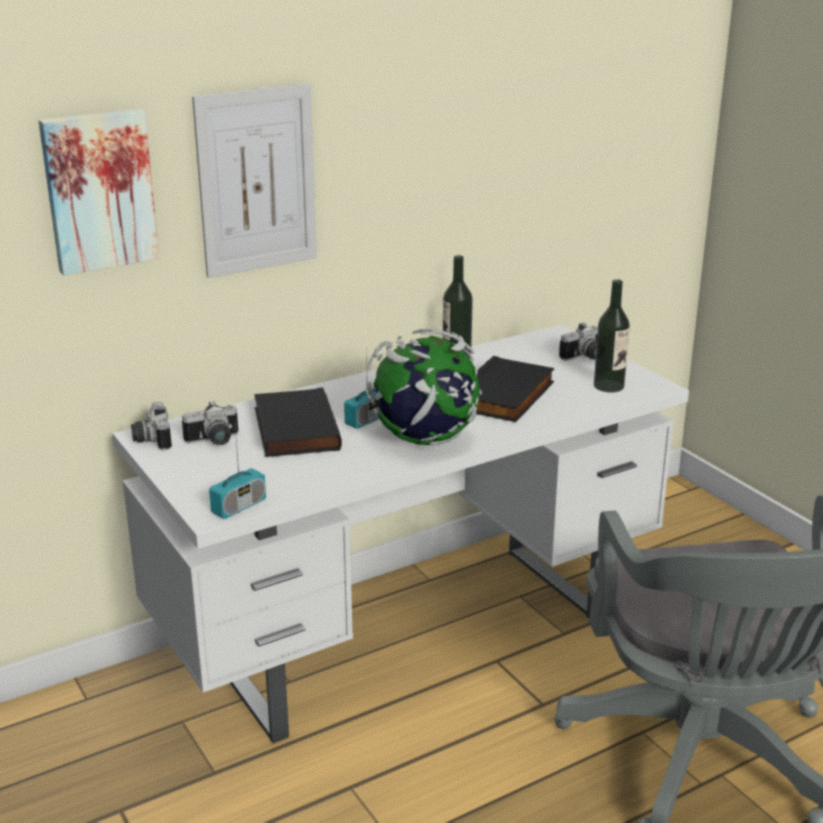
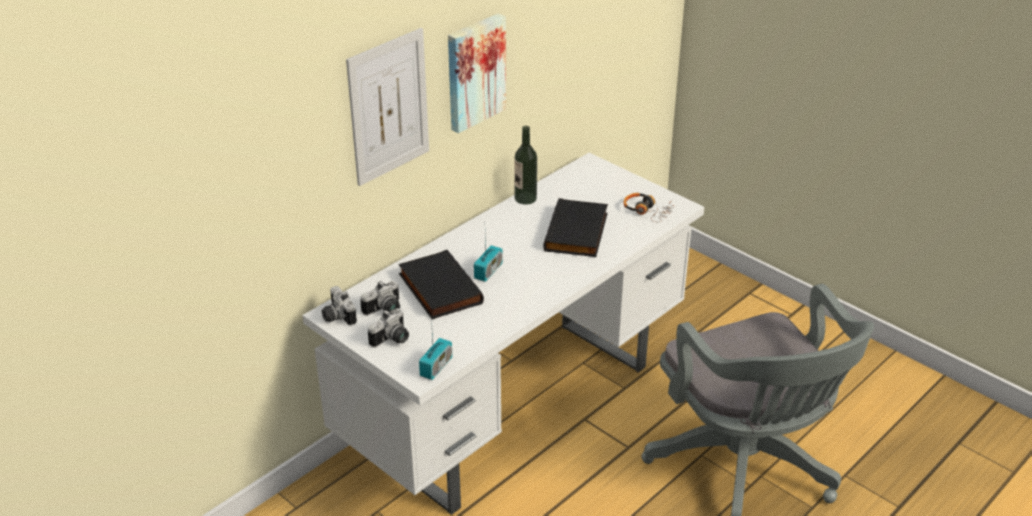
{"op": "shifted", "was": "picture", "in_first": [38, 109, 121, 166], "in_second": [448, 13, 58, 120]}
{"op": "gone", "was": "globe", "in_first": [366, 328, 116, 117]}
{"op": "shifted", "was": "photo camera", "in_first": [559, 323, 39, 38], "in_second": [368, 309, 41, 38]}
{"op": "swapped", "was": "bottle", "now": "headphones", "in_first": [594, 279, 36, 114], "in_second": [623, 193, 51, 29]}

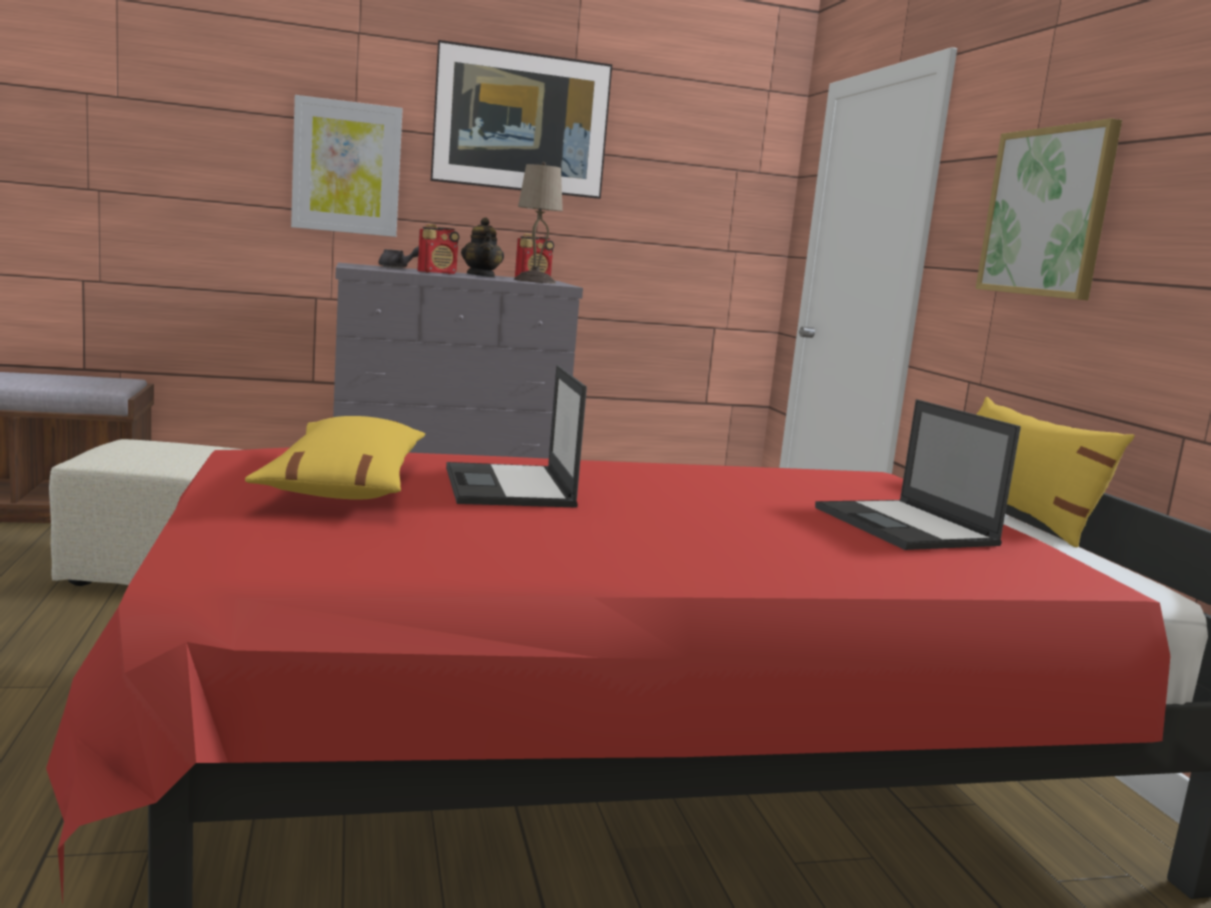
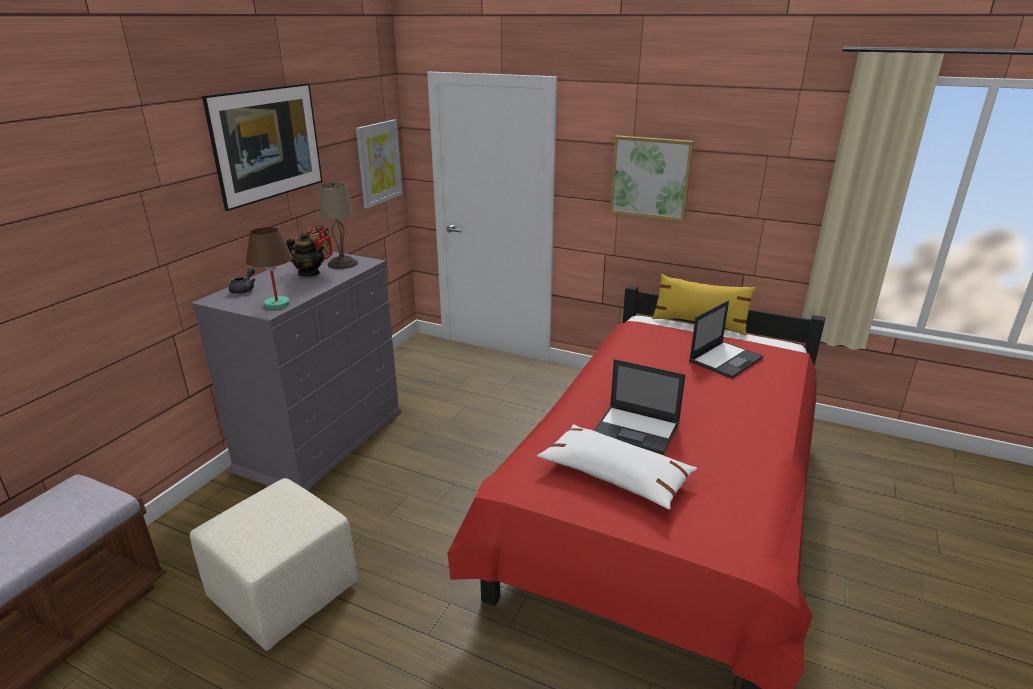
{"op": "repainted", "was": "pillow (yellow)", "now": "pillow (white)", "in_first": [245, 416, 180, 84], "in_second": [537, 425, 160, 84]}
{"op": "shifted", "was": "picture", "in_first": [291, 95, 112, 142], "in_second": [356, 120, 47, 88]}
{"op": "gone", "was": "radio", "in_first": [417, 224, 42, 50]}
{"op": "rotated", "was": "laptop", "in_first": [815, 399, 206, 151], "in_second": [689, 300, 74, 78], "clockwise": -60}
{"op": "new", "now": "table lamp (brown)", "in_second": [246, 227, 47, 82]}

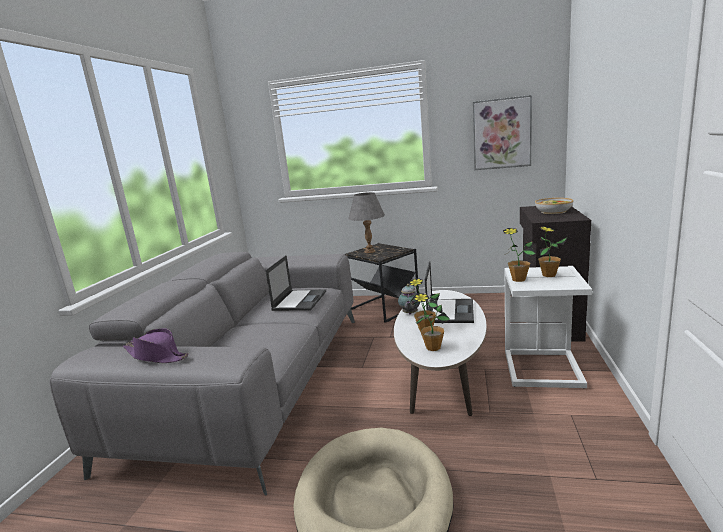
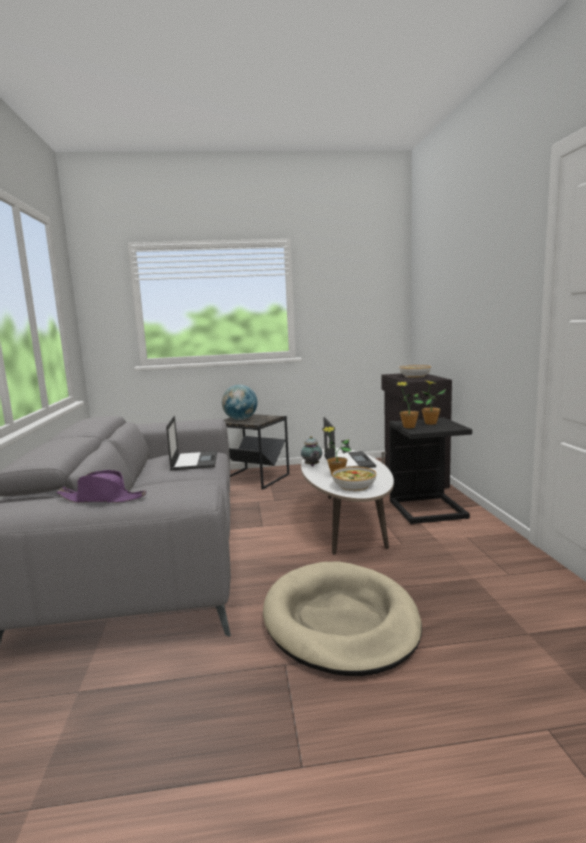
{"op": "swapped", "was": "table lamp (grey)", "now": "globe", "in_first": [348, 192, 37, 61], "in_second": [222, 385, 35, 35]}
{"op": "swapped", "was": "potted plant", "now": "bowl", "in_first": [413, 293, 37, 58], "in_second": [332, 467, 44, 24]}
{"op": "gone", "was": "picture", "in_first": [473, 95, 59, 75]}
{"op": "repainted", "was": "side table (white)", "now": "side table (black)", "in_first": [505, 266, 87, 123], "in_second": [389, 417, 83, 107]}

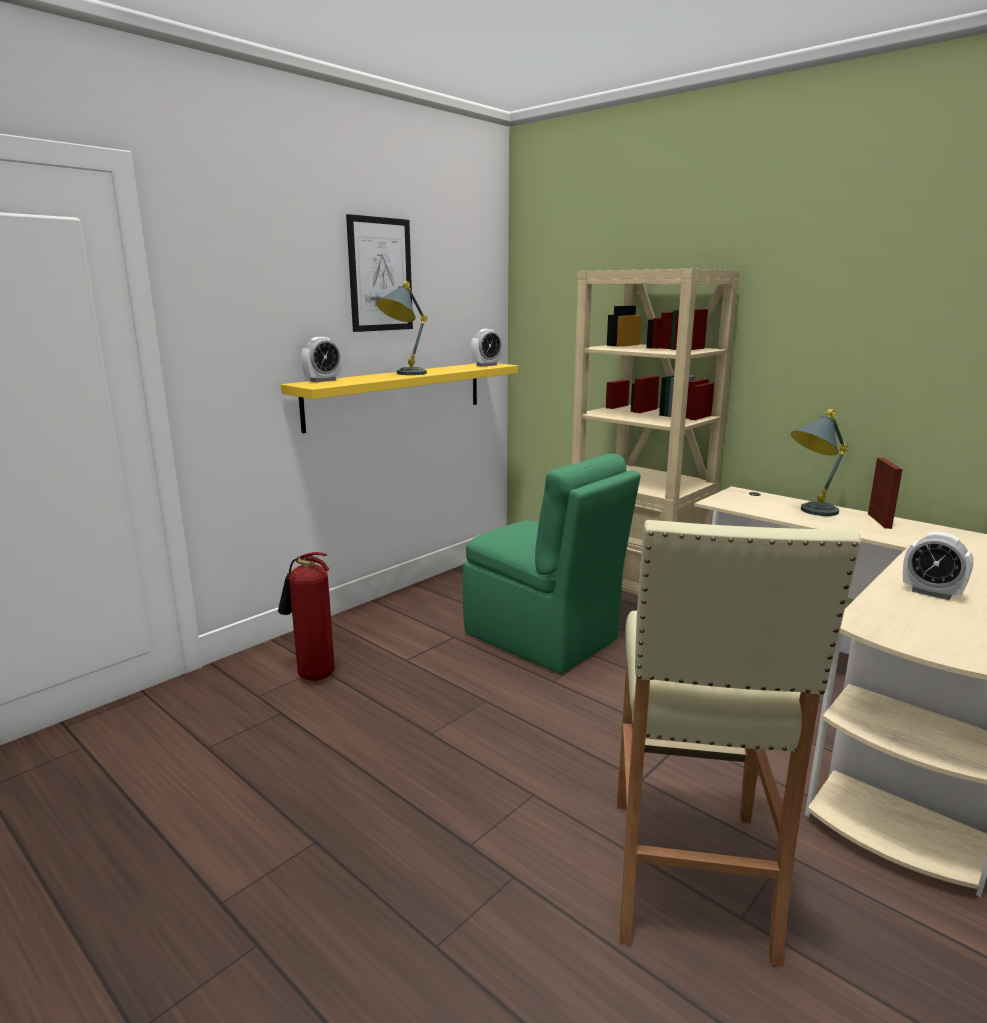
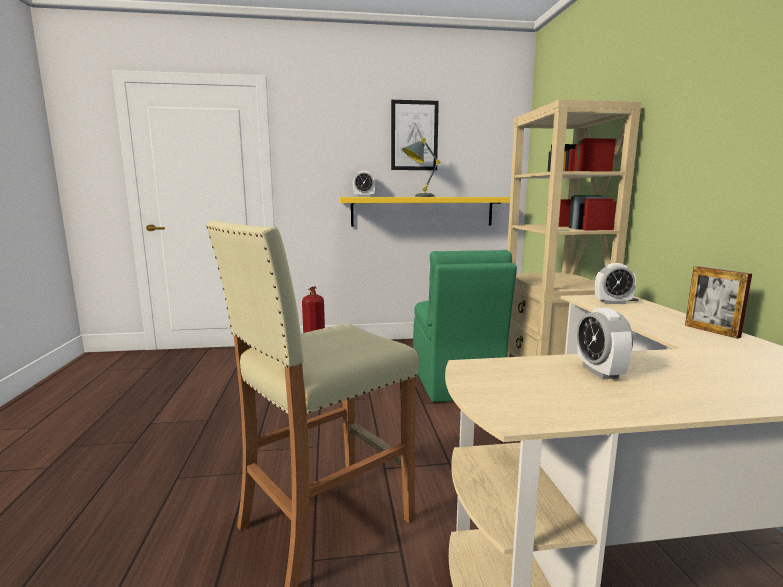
{"op": "shifted", "was": "alarm clock", "in_first": [471, 329, 31, 38], "in_second": [595, 263, 41, 41]}
{"op": "gone", "was": "table lamp (grey)", "in_first": [791, 409, 58, 107]}
{"op": "rotated", "was": "picture frame", "in_first": [868, 458, 35, 71], "in_second": [685, 266, 67, 73], "clockwise": 105}

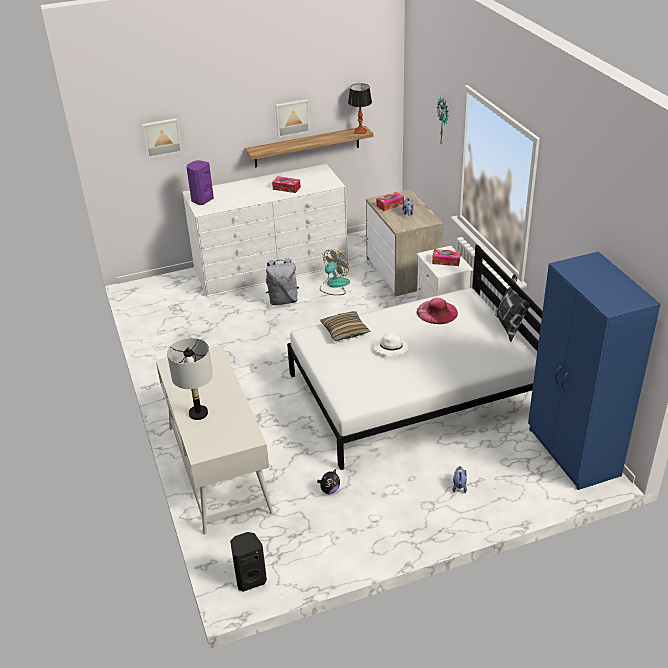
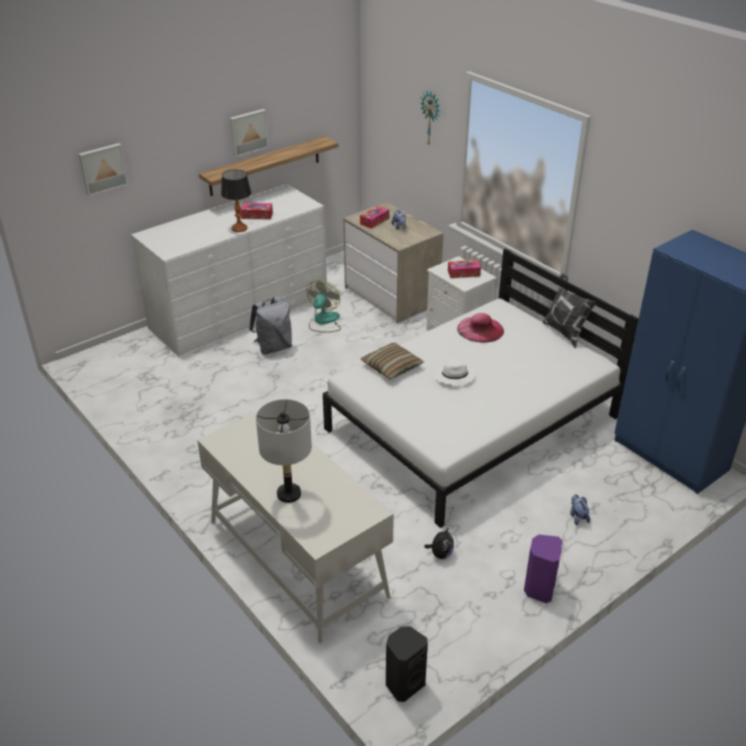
{"op": "shifted", "was": "speaker (purple)", "in_first": [186, 160, 28, 45], "in_second": [524, 534, 39, 69]}
{"op": "shifted", "was": "table lamp", "in_first": [348, 83, 24, 51], "in_second": [221, 170, 30, 62]}

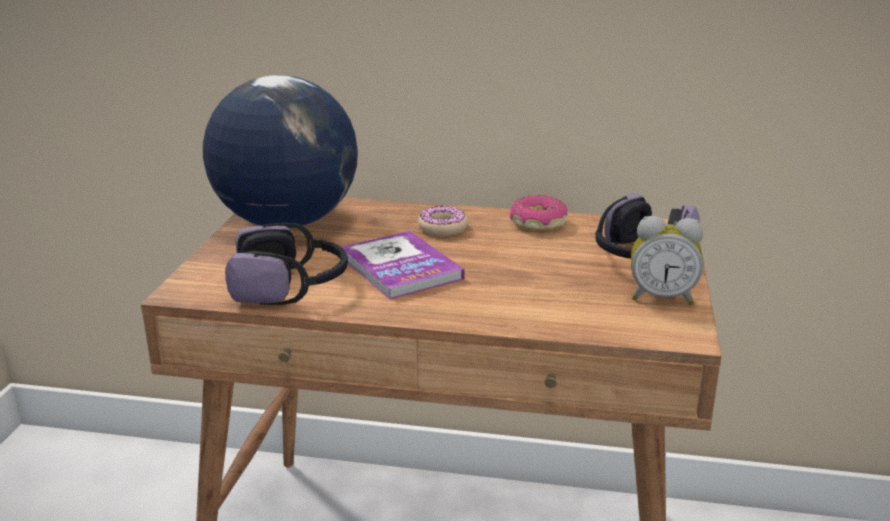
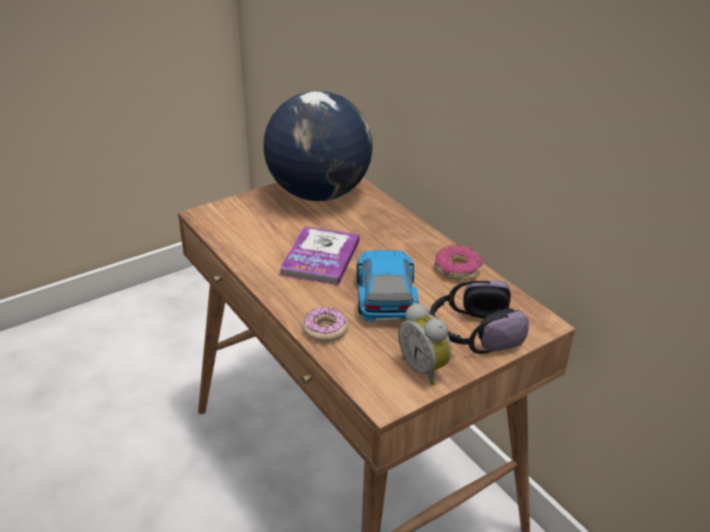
{"op": "gone", "was": "headphones", "in_first": [225, 223, 123, 82]}
{"op": "shifted", "was": "donut", "in_first": [418, 206, 50, 30], "in_second": [303, 307, 45, 35]}
{"op": "new", "now": "toy car", "in_second": [356, 250, 63, 72]}

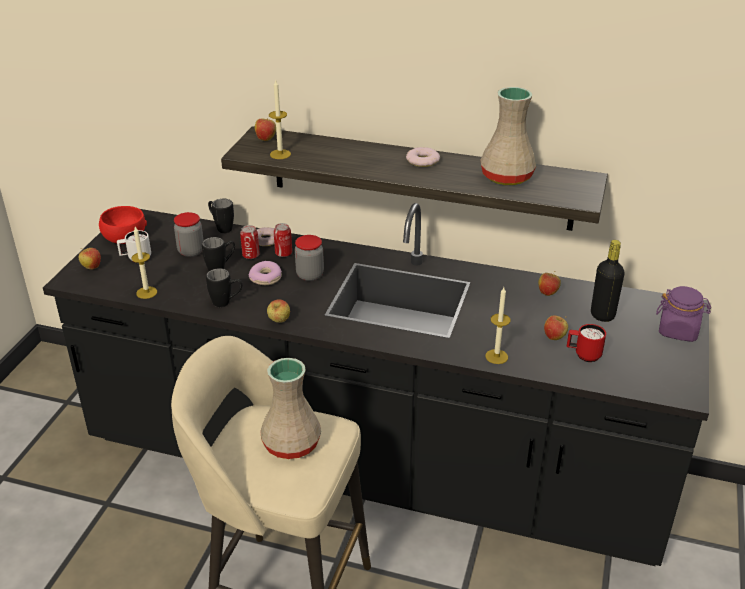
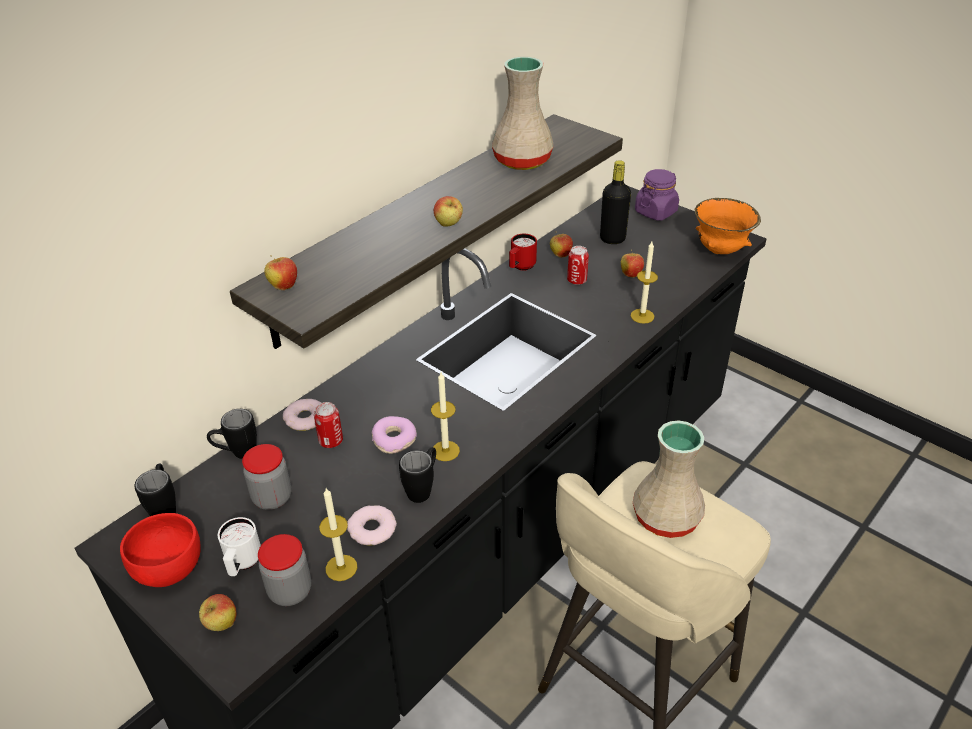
{"op": "shifted", "was": "mug (black)", "in_first": [202, 237, 33, 34], "in_second": [135, 463, 41, 53]}
{"op": "shifted", "was": "apple", "in_first": [267, 299, 23, 24], "in_second": [434, 196, 29, 31]}
{"op": "shifted", "was": "candle", "in_first": [269, 80, 22, 79], "in_second": [431, 372, 29, 89]}
{"op": "shifted", "was": "can", "in_first": [274, 223, 18, 34], "in_second": [567, 246, 22, 39]}
{"op": "shifted", "was": "jar", "in_first": [295, 235, 29, 46], "in_second": [258, 534, 53, 72]}
{"op": "shifted", "was": "donut", "in_first": [406, 147, 34, 20], "in_second": [347, 505, 50, 40]}
{"op": "shifted", "was": "mug (red)", "in_first": [567, 324, 39, 38], "in_second": [509, 234, 28, 37]}
{"op": "new", "now": "bowl (orange)", "in_second": [695, 198, 66, 56]}

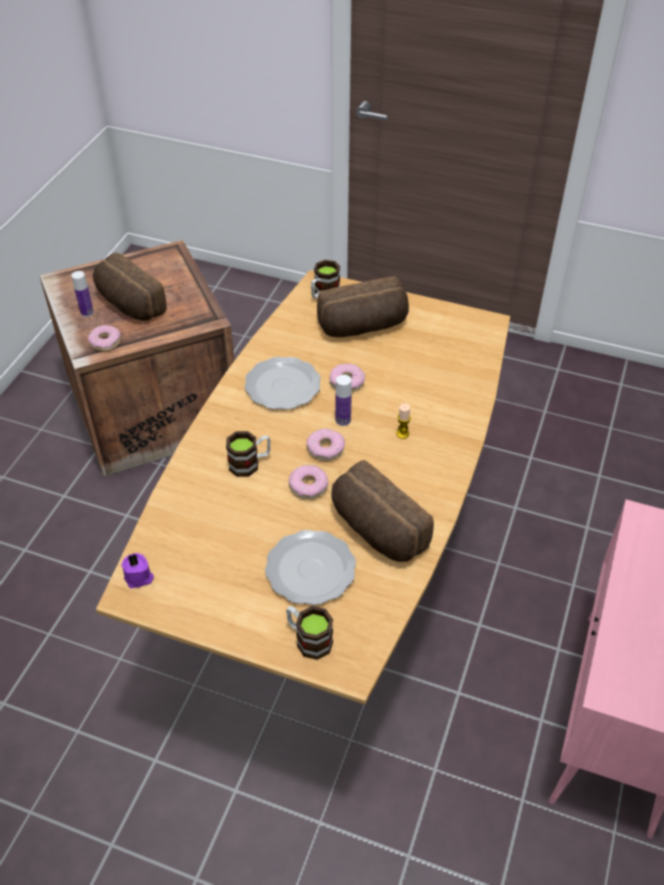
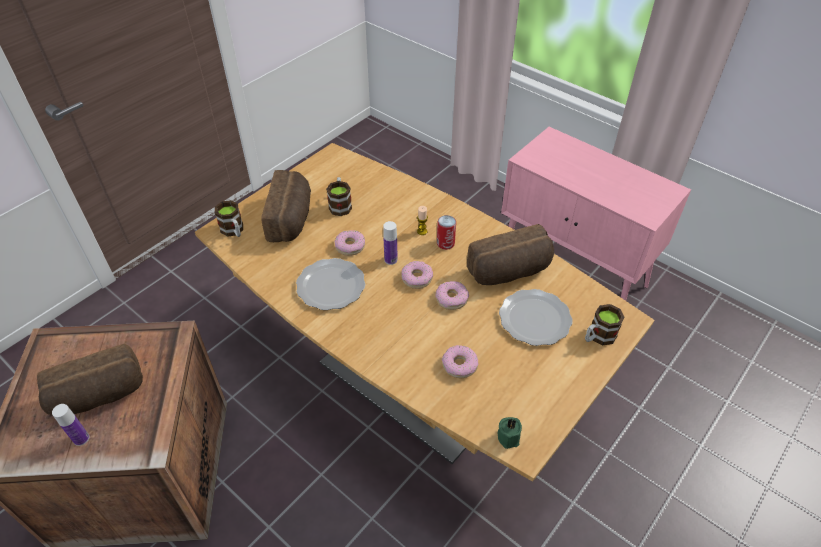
{"op": "shifted", "was": "donut", "in_first": [88, 325, 33, 26], "in_second": [442, 345, 36, 33]}
{"op": "repainted", "was": "candle (purple)", "now": "candle (green)", "in_first": [121, 553, 33, 35], "in_second": [498, 417, 24, 32]}
{"op": "shifted", "was": "mug", "in_first": [226, 431, 45, 46], "in_second": [326, 177, 26, 39]}
{"op": "new", "now": "can", "in_second": [437, 215, 19, 35]}

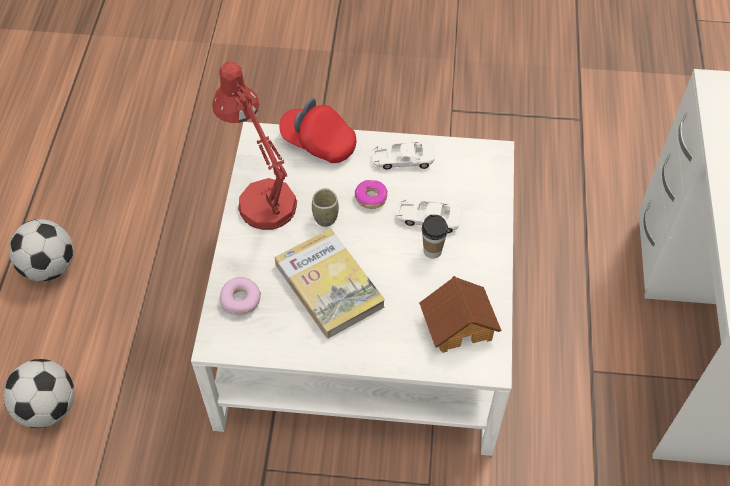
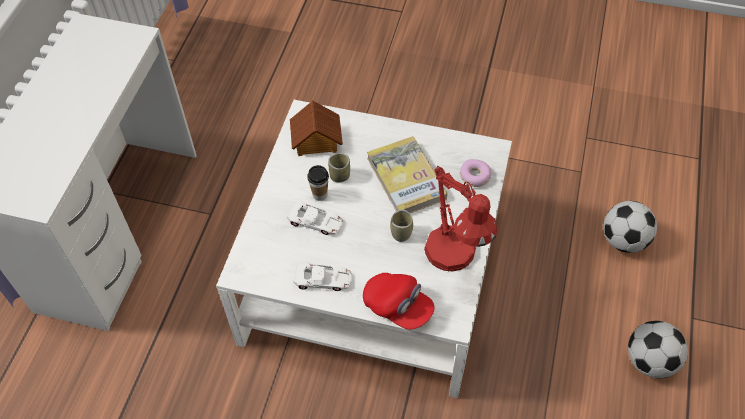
{"op": "gone", "was": "donut", "in_first": [355, 180, 33, 29]}
{"op": "new", "now": "cup", "in_second": [328, 153, 22, 29]}

